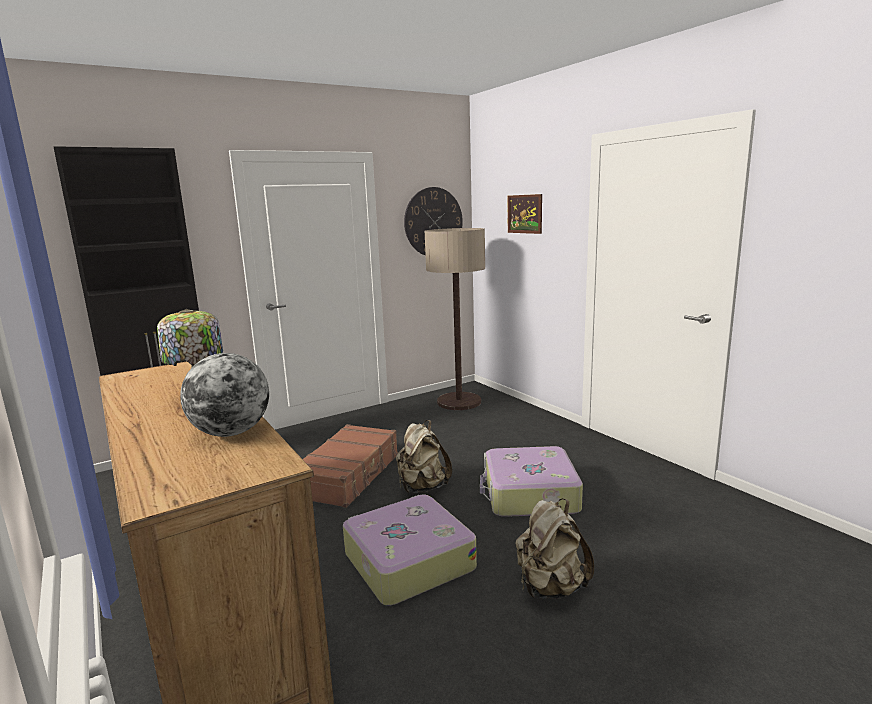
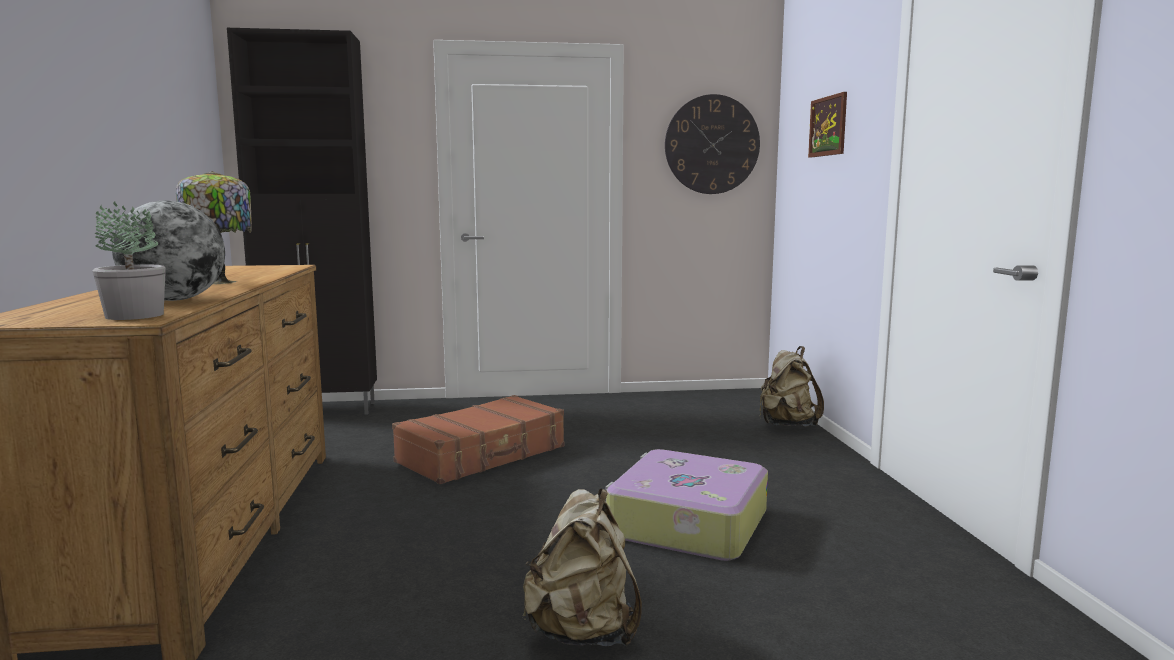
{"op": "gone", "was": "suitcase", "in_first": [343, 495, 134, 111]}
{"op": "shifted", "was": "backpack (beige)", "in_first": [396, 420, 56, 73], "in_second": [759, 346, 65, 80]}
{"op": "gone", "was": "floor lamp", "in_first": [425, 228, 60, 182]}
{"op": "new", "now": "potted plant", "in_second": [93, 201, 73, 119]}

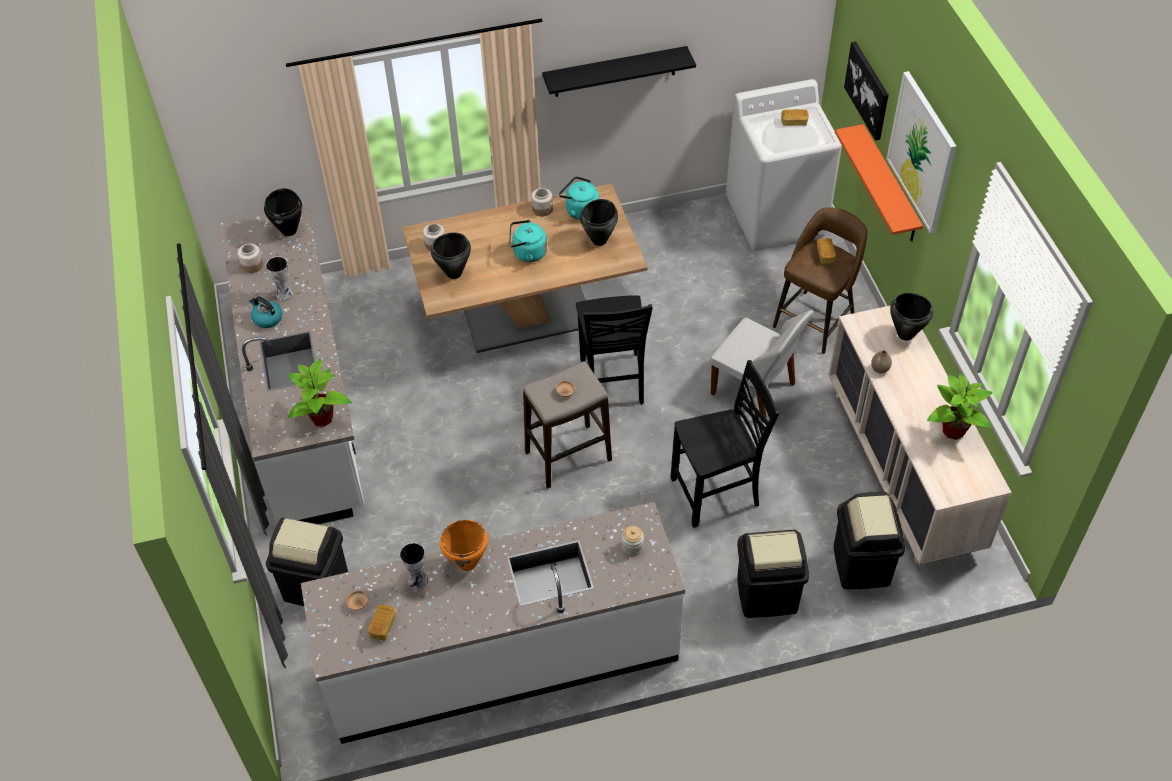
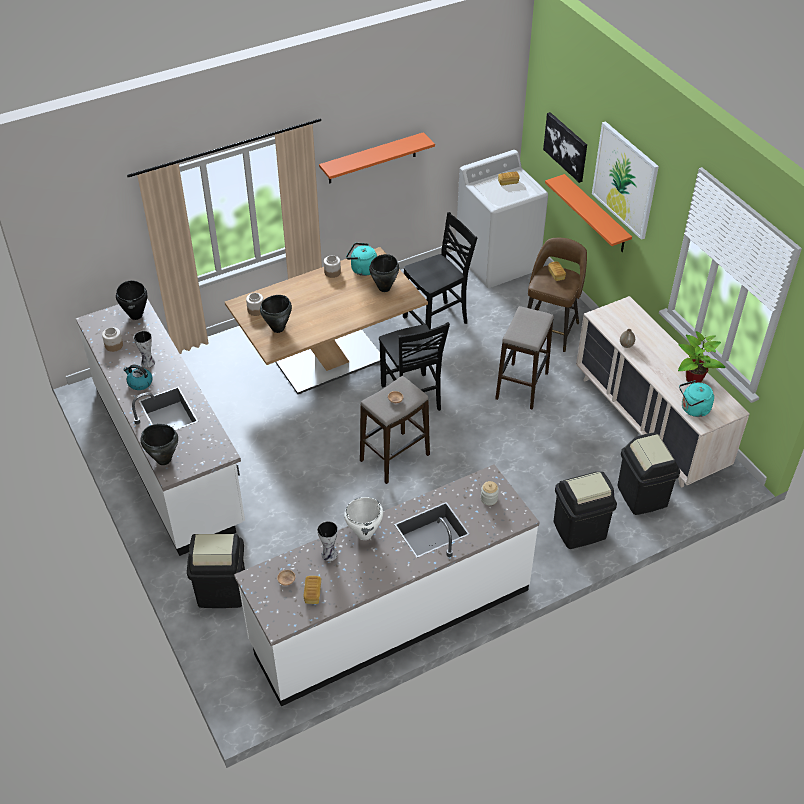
{"op": "gone", "was": "potted plant", "in_first": [288, 358, 64, 69]}
{"op": "repainted", "was": "cooking pot (orange)", "now": "cooking pot (white)", "in_first": [440, 520, 48, 51], "in_second": [344, 497, 39, 43]}
{"op": "shifted", "was": "kettle (turquoise)", "in_first": [509, 220, 38, 42], "in_second": [679, 380, 35, 37]}
{"op": "repainted", "was": "shelf (black)", "now": "shelf (orange)", "in_first": [542, 46, 154, 51], "in_second": [319, 132, 116, 52]}
{"op": "shifted", "was": "chair (black)", "in_first": [671, 360, 108, 168], "in_second": [403, 212, 74, 118]}
{"op": "swapped", "was": "chair (white)", "now": "stool", "in_first": [711, 310, 103, 112], "in_second": [495, 306, 59, 103]}
{"op": "shifted", "was": "cooking pot (black)", "in_first": [890, 293, 43, 48], "in_second": [141, 424, 37, 41]}

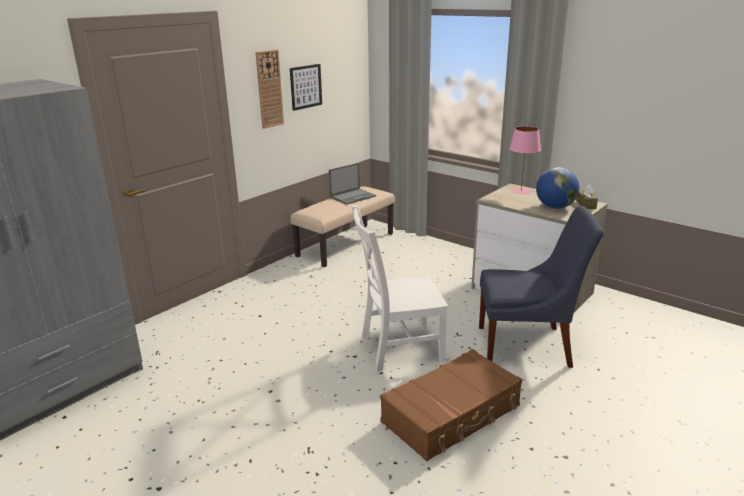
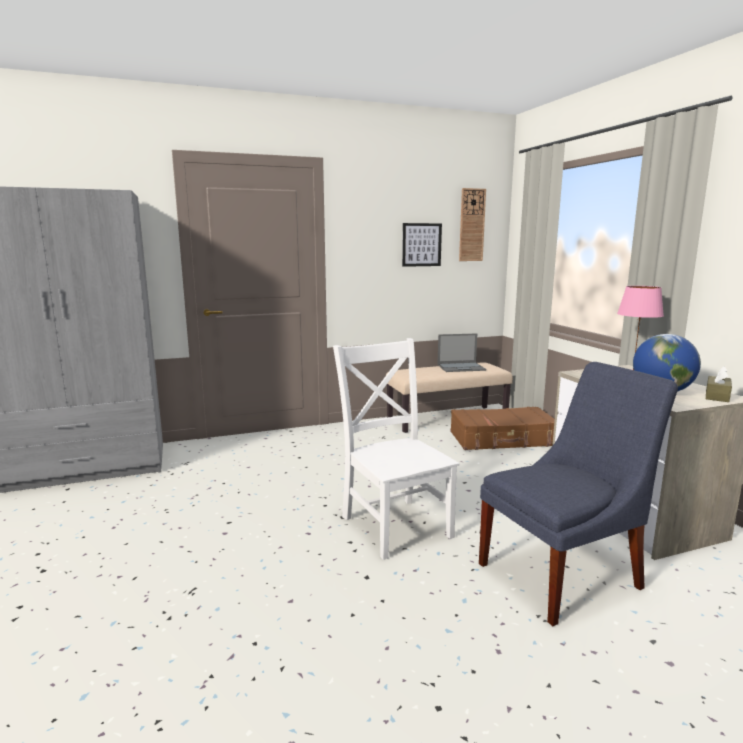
{"op": "shifted", "was": "wall clock", "in_first": [255, 50, 29, 79], "in_second": [459, 188, 27, 73]}
{"op": "rotated", "was": "chair (white)", "in_first": [352, 206, 96, 166], "in_second": [333, 338, 127, 222], "clockwise": 45}
{"op": "shifted", "was": "suitcase (brown)", "in_first": [380, 349, 142, 112], "in_second": [450, 407, 105, 43]}
{"op": "rotated", "was": "chair (blue)", "in_first": [479, 206, 125, 162], "in_second": [479, 362, 199, 264], "clockwise": -60}

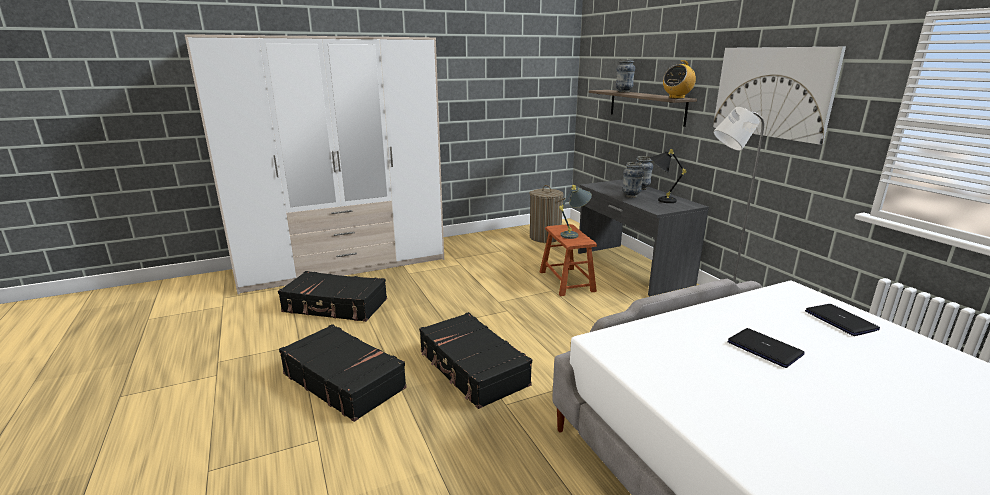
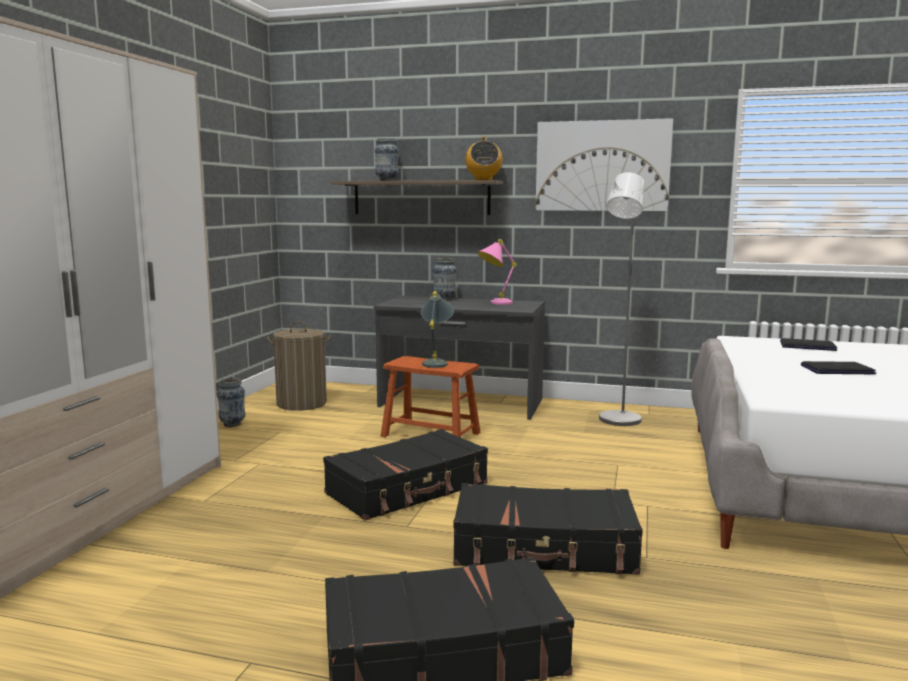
{"op": "shifted", "was": "suitcase (black)", "in_first": [278, 271, 109, 51], "in_second": [323, 429, 165, 92]}
{"op": "shifted", "was": "vase", "in_first": [622, 162, 22, 36], "in_second": [216, 378, 29, 49]}
{"op": "repainted", "was": "table lamp (black)", "now": "table lamp (pink)", "in_first": [650, 149, 37, 54], "in_second": [477, 239, 40, 66]}

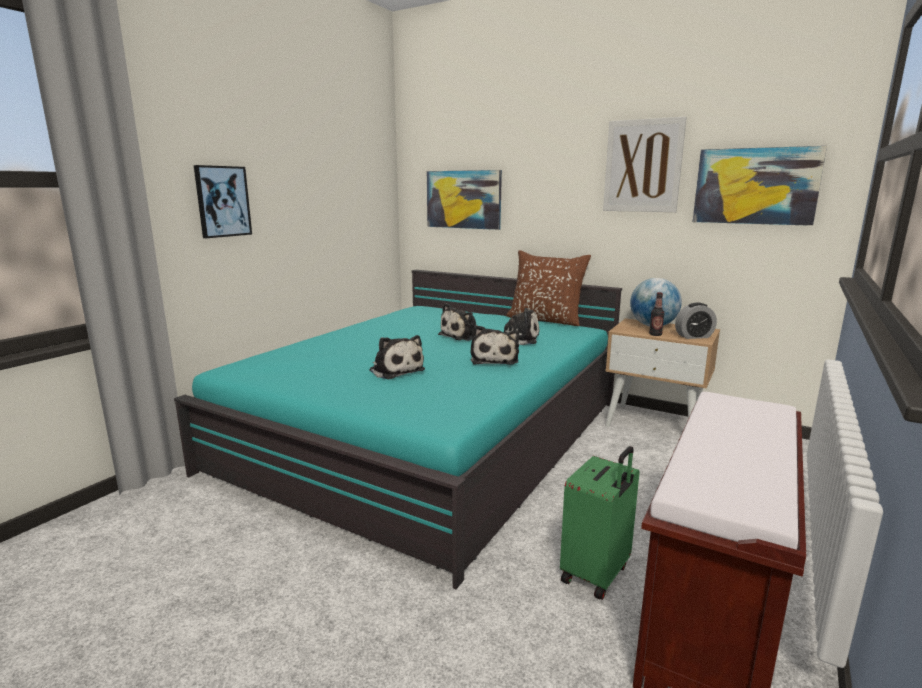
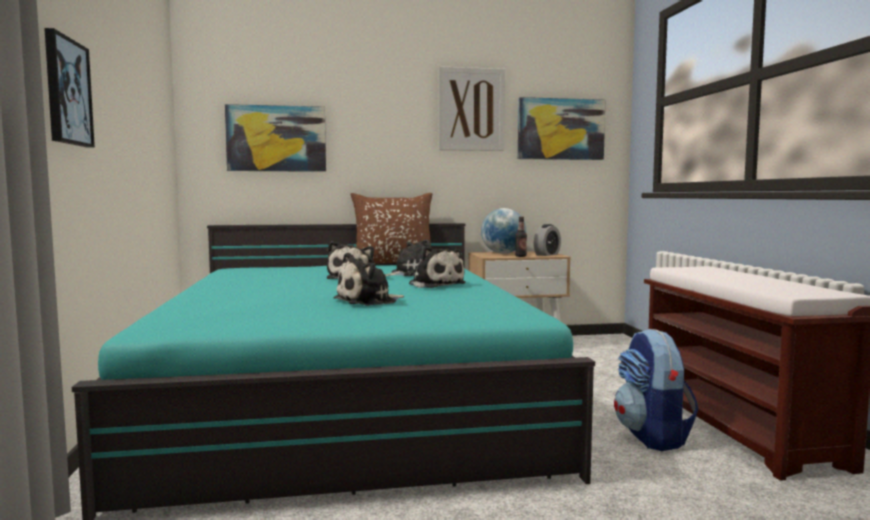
{"op": "rotated", "was": "plush toy", "in_first": [369, 335, 56, 44], "in_second": [334, 252, 70, 54], "clockwise": 135}
{"op": "swapped", "was": "suitcase (green)", "now": "backpack", "in_first": [560, 446, 80, 154], "in_second": [614, 329, 85, 122]}

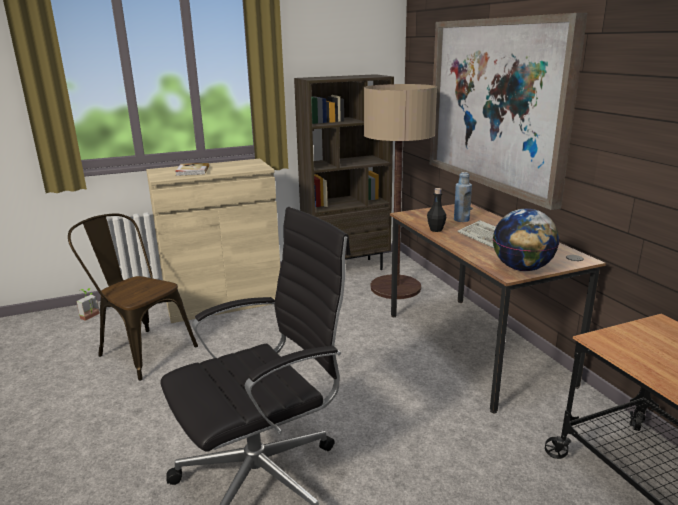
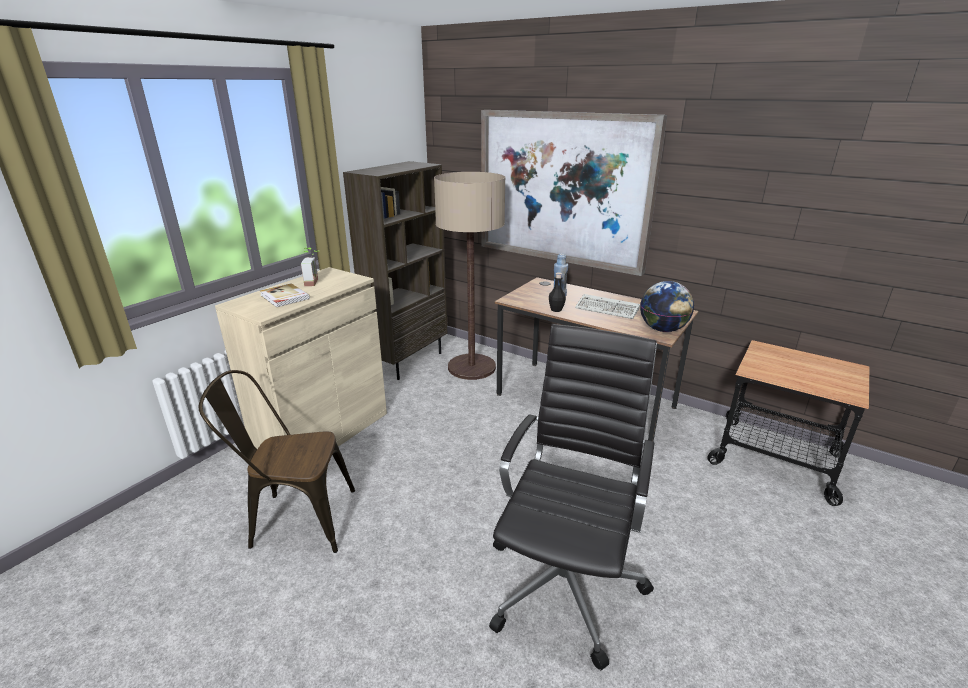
{"op": "shifted", "was": "potted plant", "in_first": [76, 288, 24, 33], "in_second": [301, 248, 17, 38]}

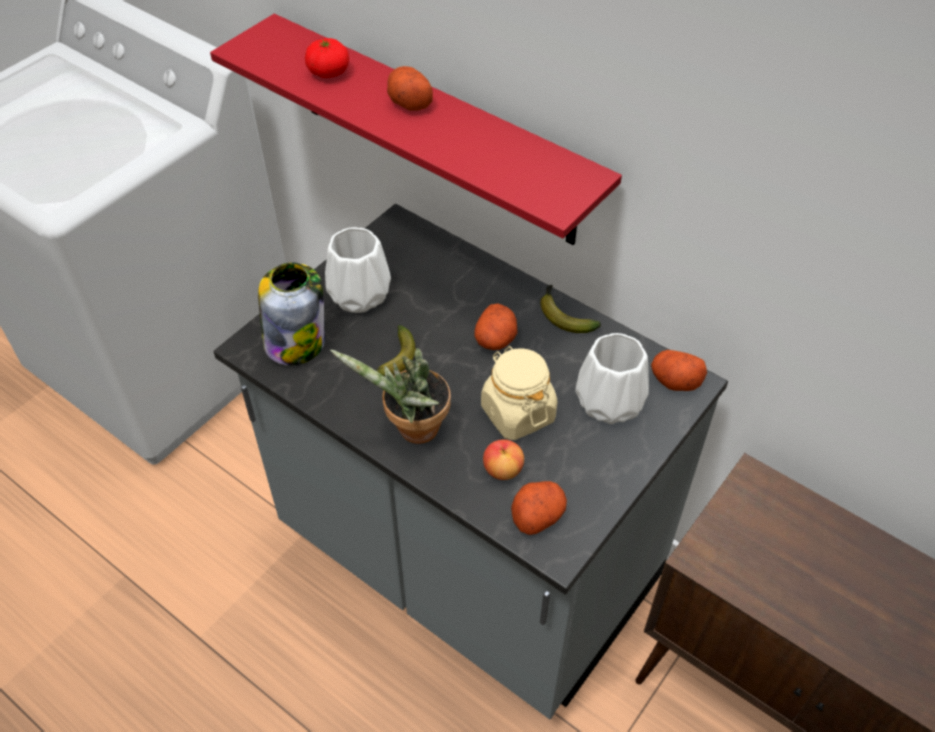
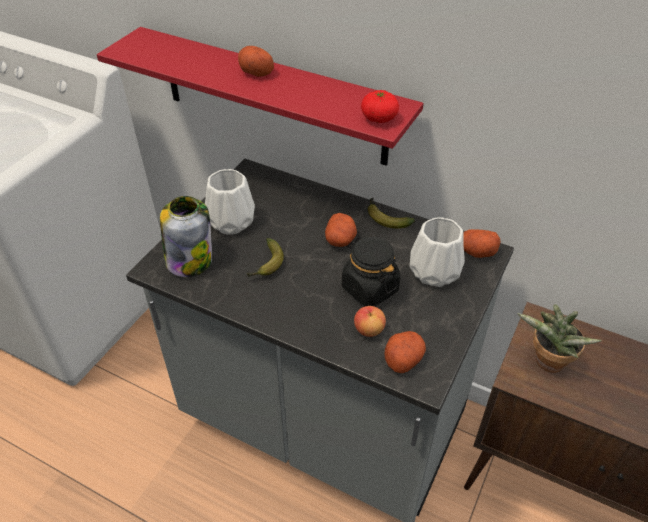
{"op": "shifted", "was": "tomato", "in_first": [305, 38, 44, 40], "in_second": [361, 90, 38, 33]}
{"op": "shifted", "was": "potted plant", "in_first": [330, 348, 121, 96], "in_second": [517, 304, 85, 69]}
{"op": "repainted", "was": "jar (beige)", "now": "jar (black)", "in_first": [481, 346, 76, 94], "in_second": [342, 237, 58, 70]}

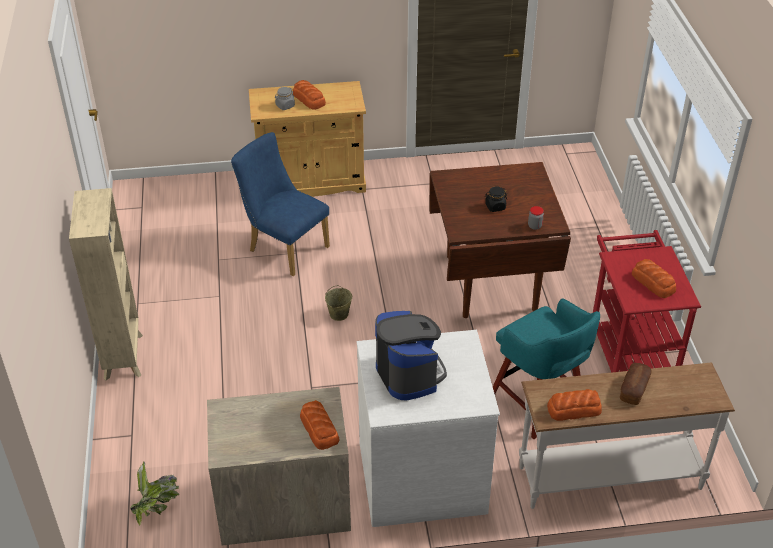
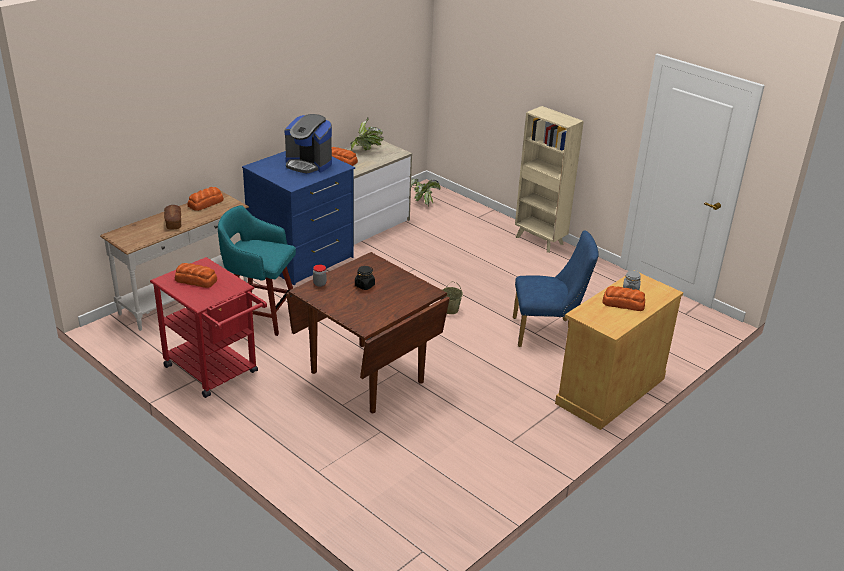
{"op": "repainted", "was": "dresser (white)", "now": "dresser (blue)", "in_first": [356, 330, 144, 197], "in_second": [242, 151, 113, 134]}
{"op": "new", "now": "potted plant", "in_second": [350, 117, 34, 34]}

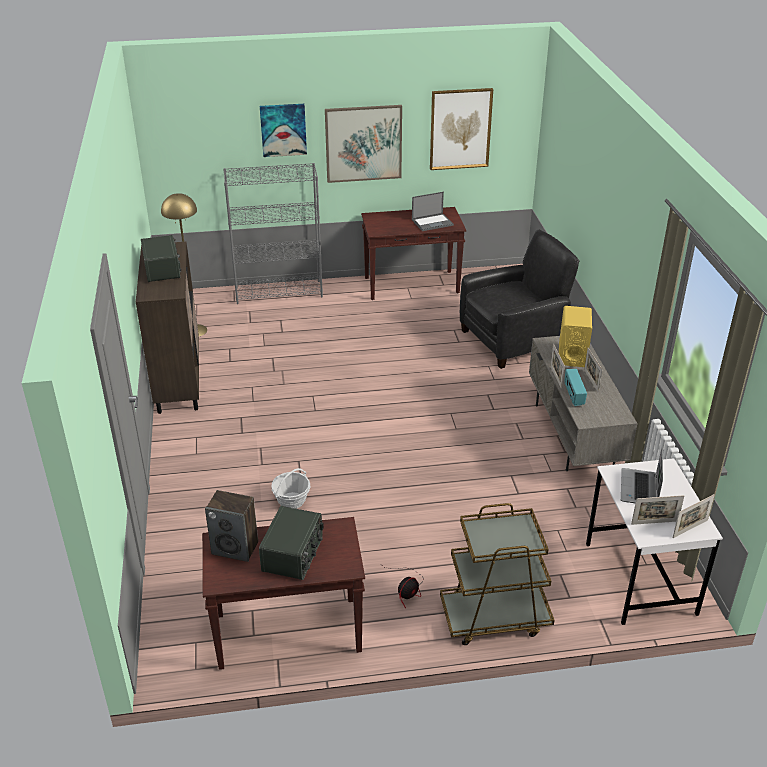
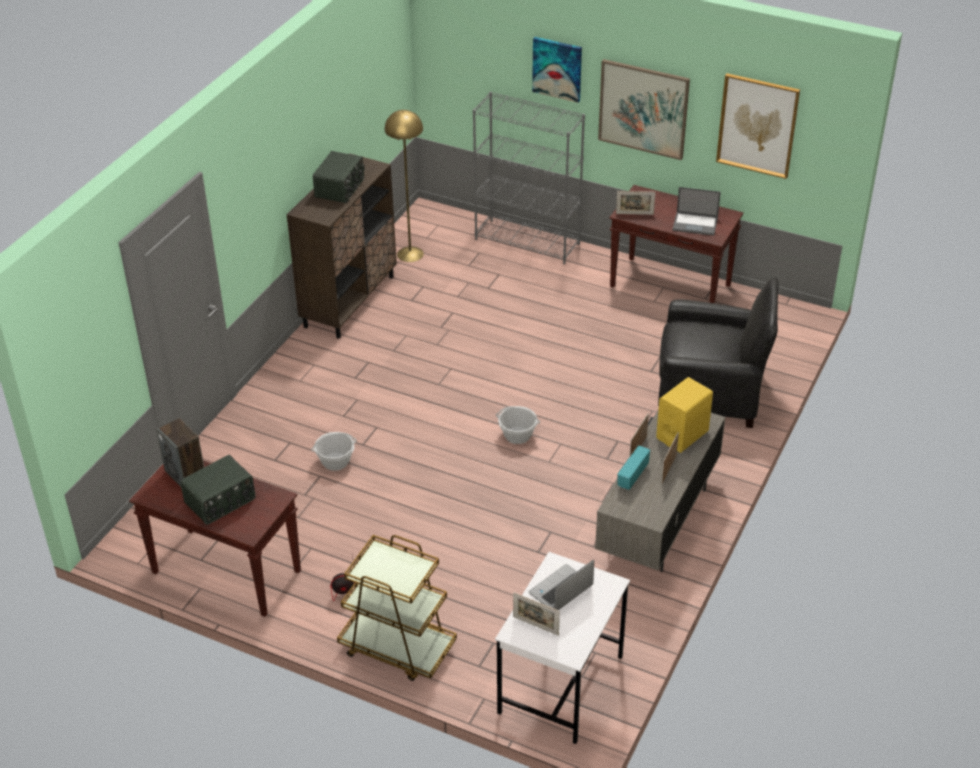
{"op": "shifted", "was": "picture frame", "in_first": [673, 494, 41, 44], "in_second": [616, 191, 39, 24]}
{"op": "new", "now": "basket", "in_second": [496, 406, 44, 38]}

